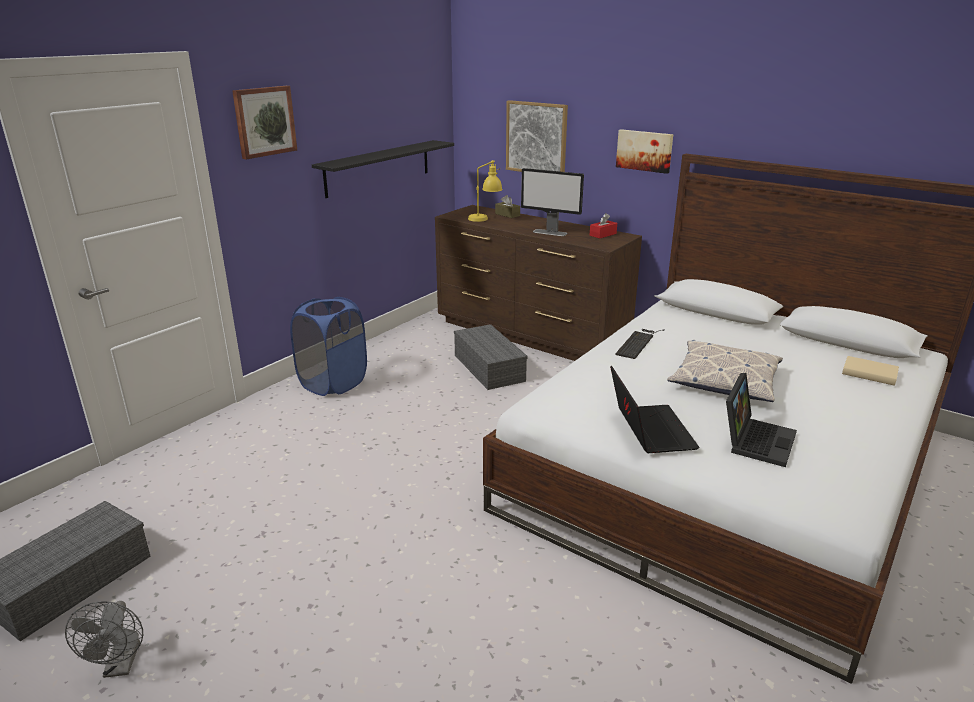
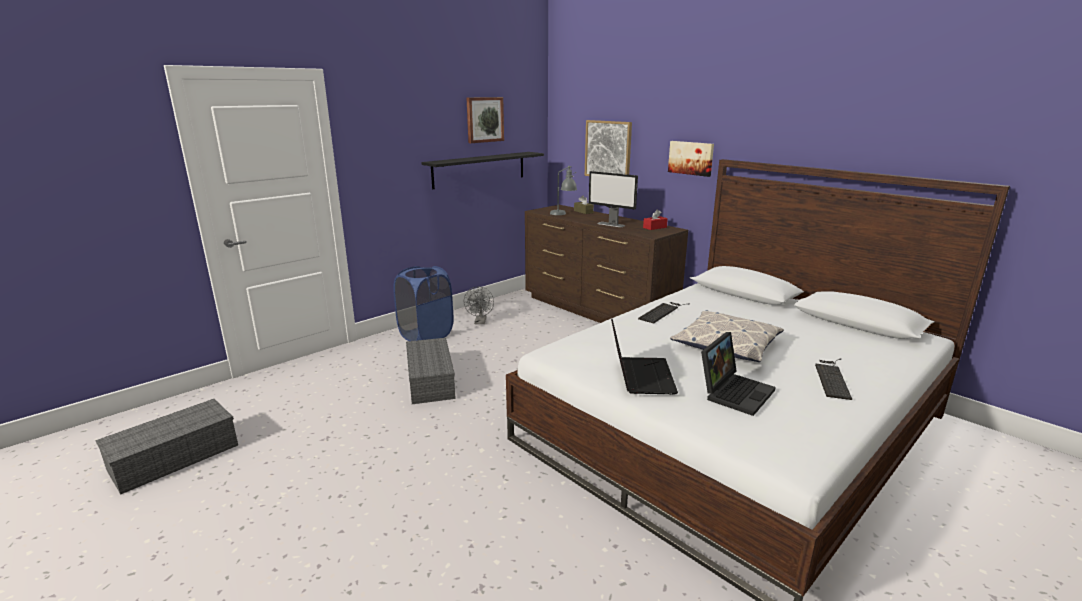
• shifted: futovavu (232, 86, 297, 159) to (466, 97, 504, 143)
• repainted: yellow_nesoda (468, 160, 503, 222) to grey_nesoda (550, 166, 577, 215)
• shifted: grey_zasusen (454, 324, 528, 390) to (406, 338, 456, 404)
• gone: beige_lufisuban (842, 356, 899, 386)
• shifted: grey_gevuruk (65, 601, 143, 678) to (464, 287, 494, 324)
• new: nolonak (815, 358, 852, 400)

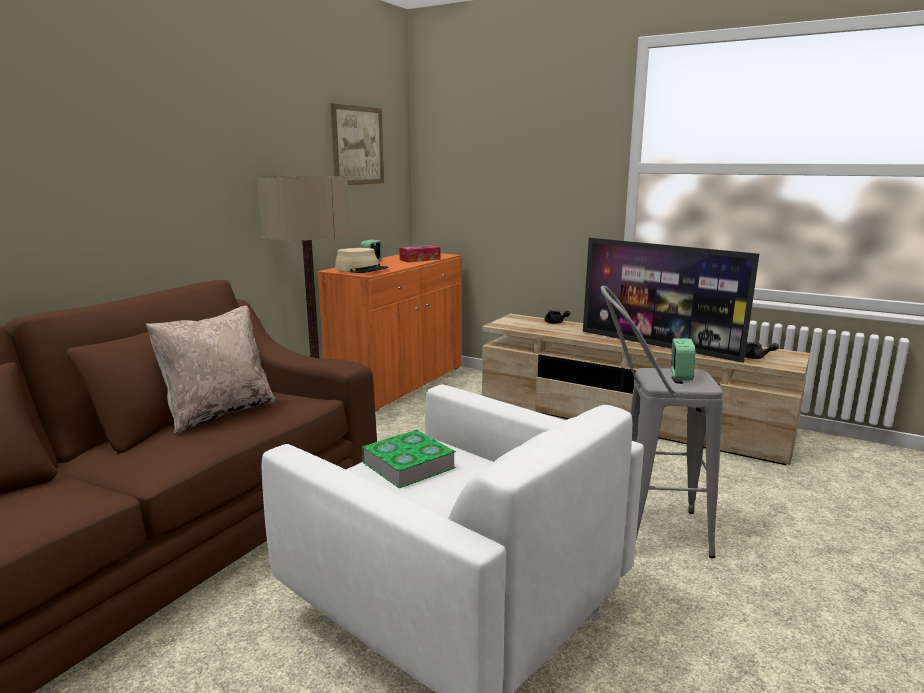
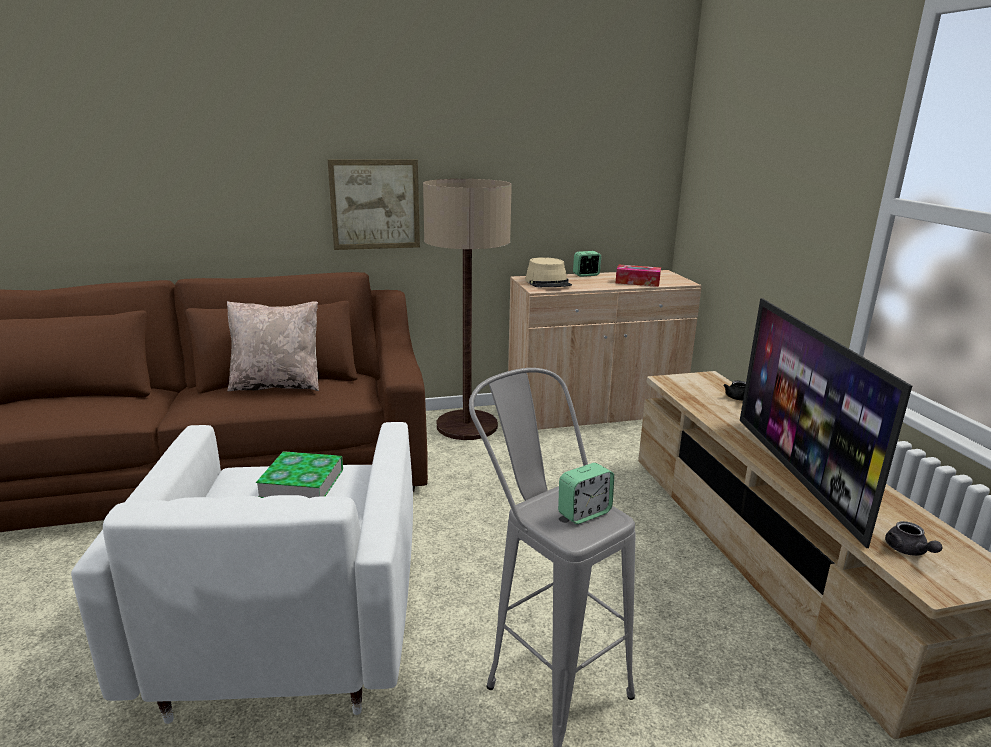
• shifted: futovavu (331, 103, 384, 185) to (328, 159, 420, 250)
• repainted: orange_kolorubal (317, 253, 461, 412) to beige_kolorubal (508, 270, 702, 430)

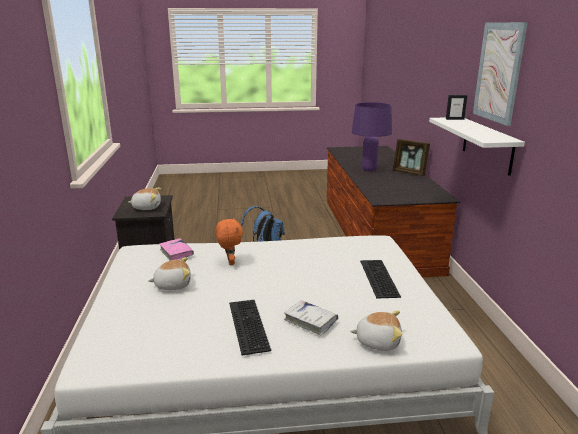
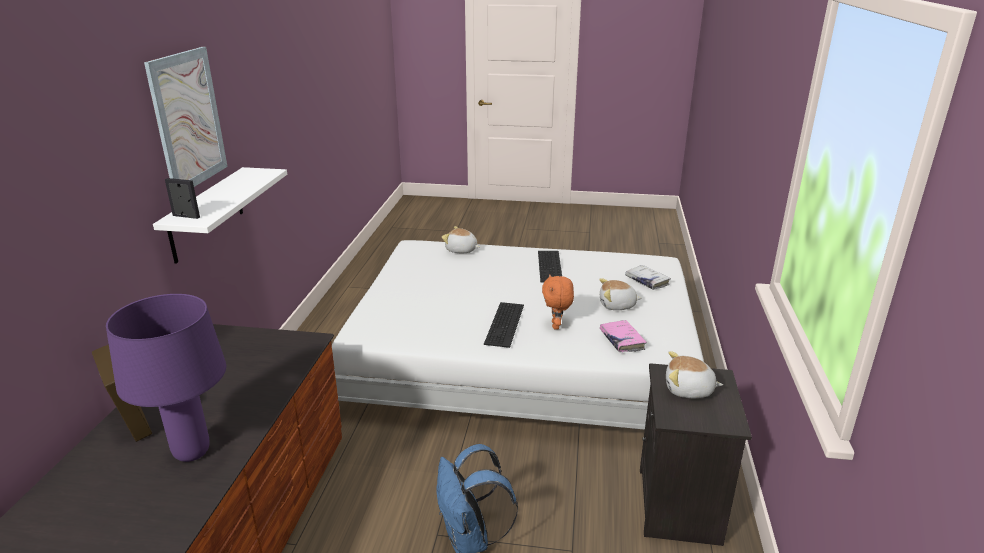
• shifted: nolonak (360, 260, 401, 299) to (484, 302, 524, 348)
• shifted: white_lufisuban (284, 300, 338, 335) to (625, 265, 671, 290)

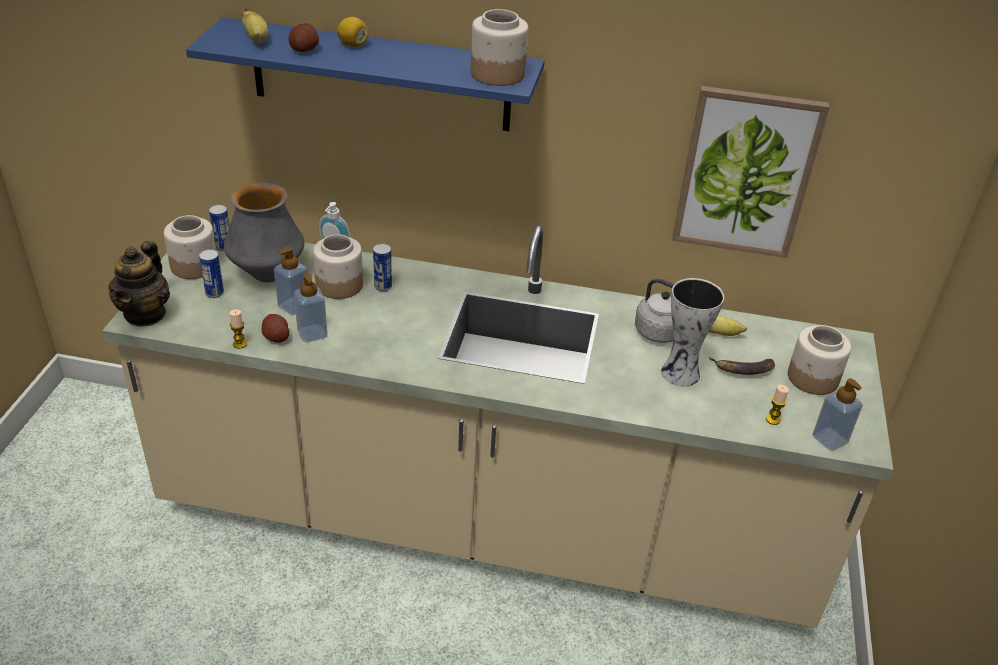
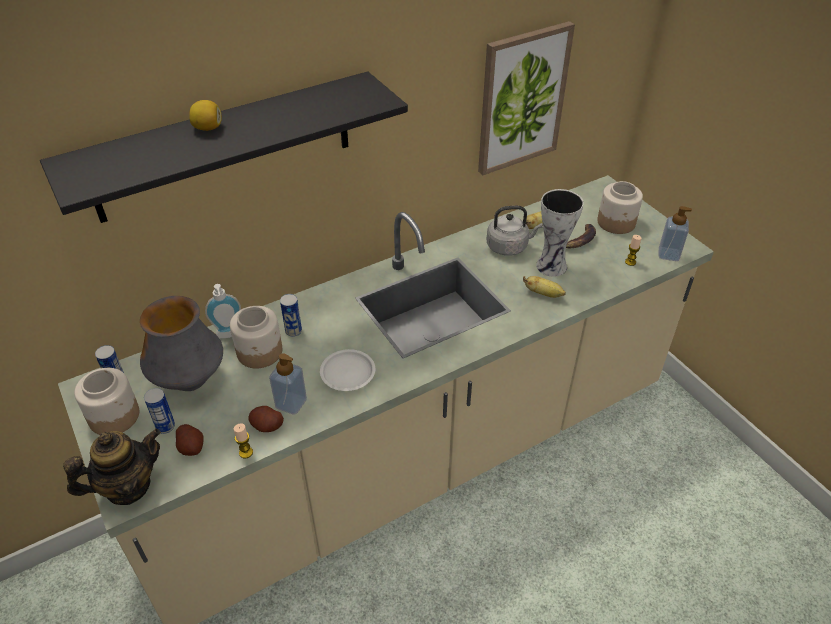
• shifted: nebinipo (242, 7, 269, 44) to (523, 276, 566, 298)
• gone: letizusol (471, 9, 528, 86)
• repainted: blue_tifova (186, 17, 544, 131) to black_tifova (40, 71, 408, 223)
• shifted: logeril (289, 23, 319, 52) to (176, 424, 204, 456)
• rotated: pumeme (108, 241, 170, 327) = (63, 428, 161, 505) 90 degrees counterclockwise
• gone: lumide (274, 247, 308, 315)
• new: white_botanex (320, 349, 375, 391)

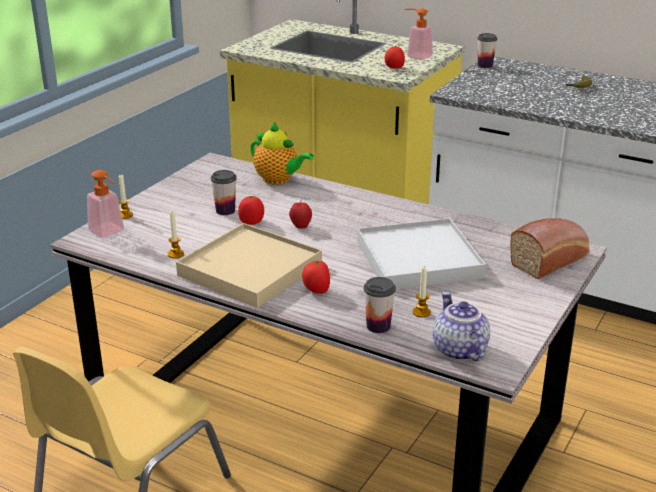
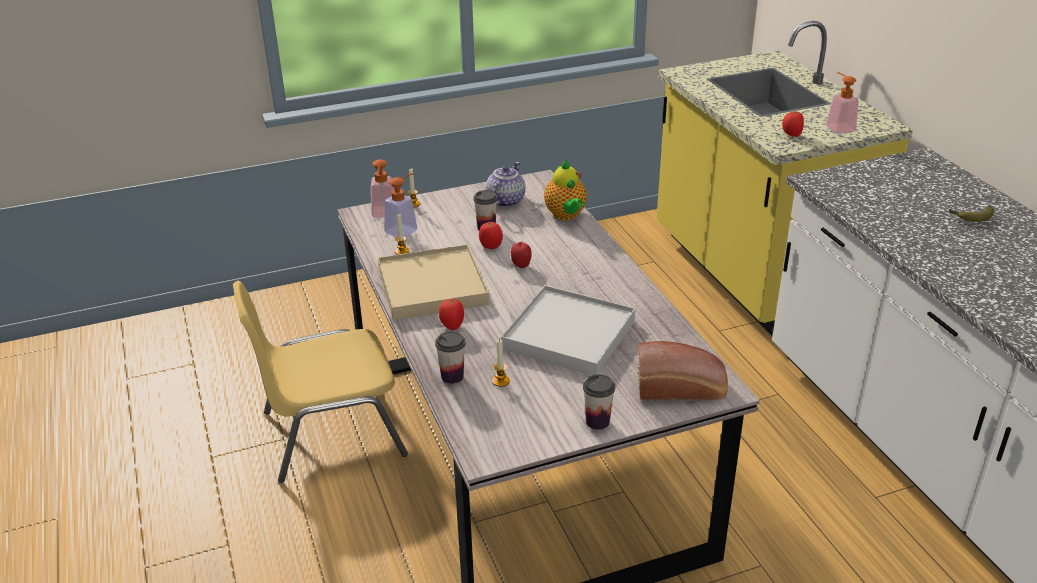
• shifted: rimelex (477, 33, 497, 68) to (583, 374, 615, 430)
• shifted: pumeme (433, 292, 490, 361) to (486, 162, 525, 207)
• new: lumide (384, 173, 418, 237)

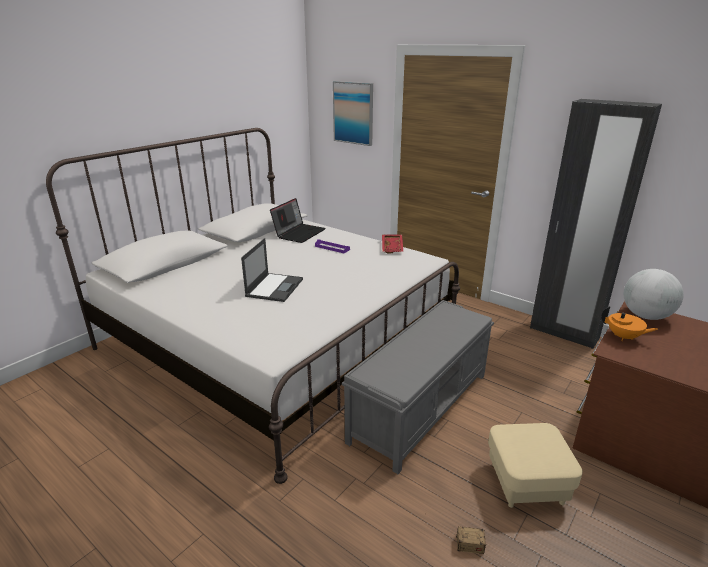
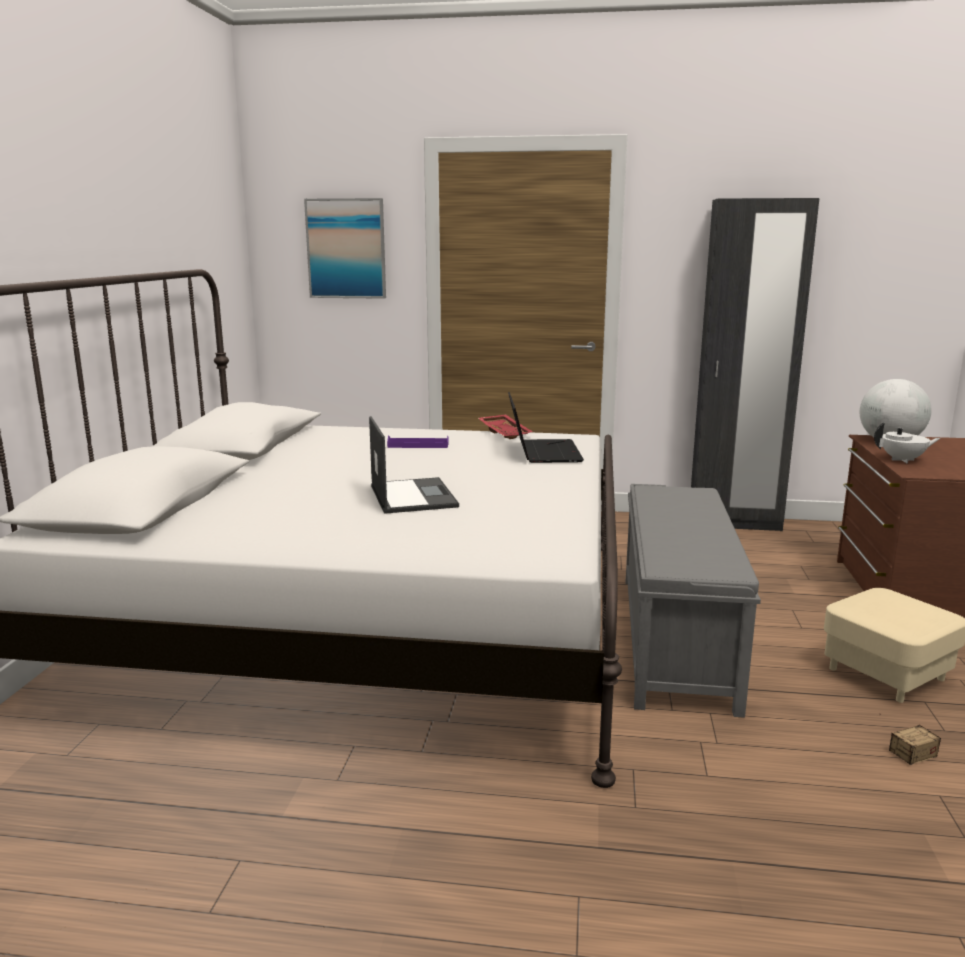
• shifted: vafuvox (270, 198, 326, 243) to (508, 392, 584, 463)
• repainted: orange_pumeme (601, 306, 658, 341) to white_pumeme (874, 422, 941, 463)

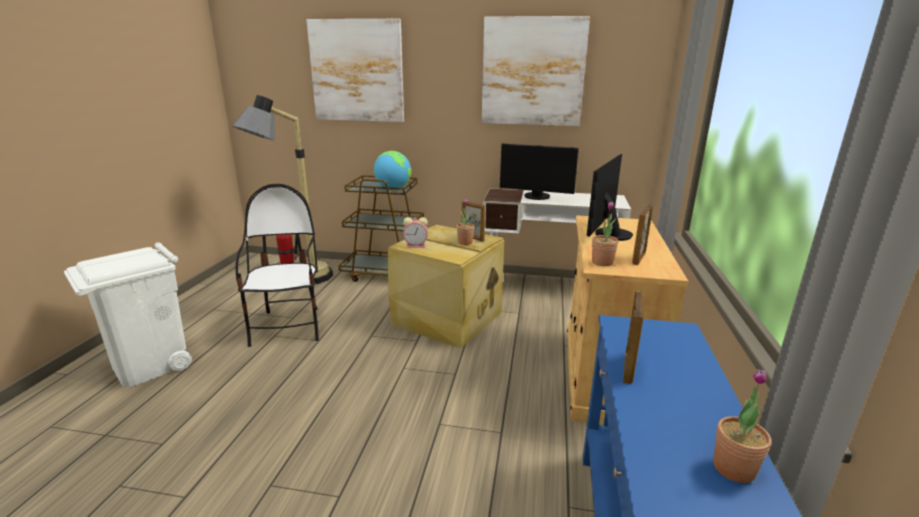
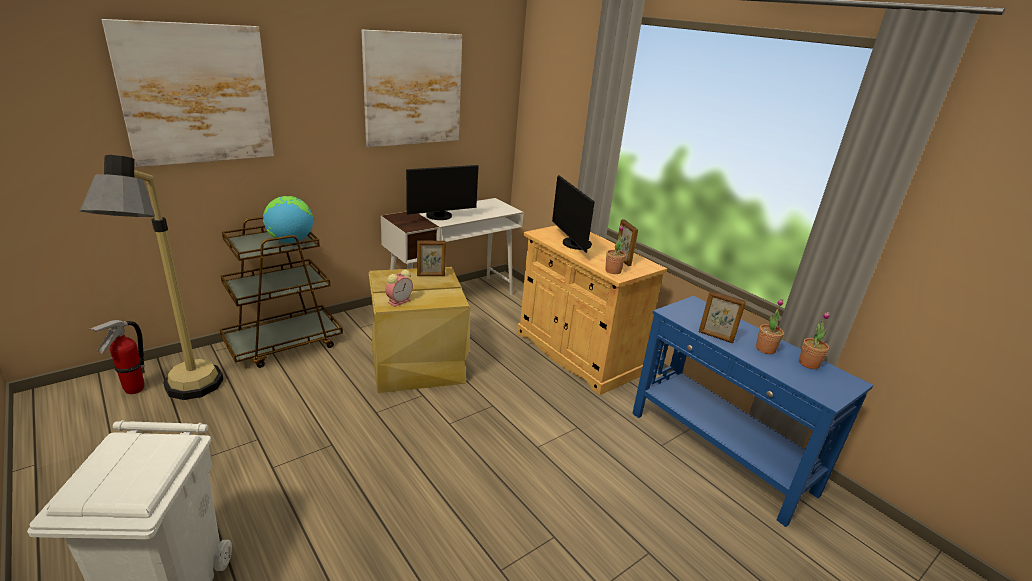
• gone: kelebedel (236, 184, 319, 347)
• shifted: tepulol (457, 199, 474, 245) to (756, 299, 784, 354)
• rotated: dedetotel (623, 291, 644, 384) = (699, 290, 746, 343) 150 degrees clockwise

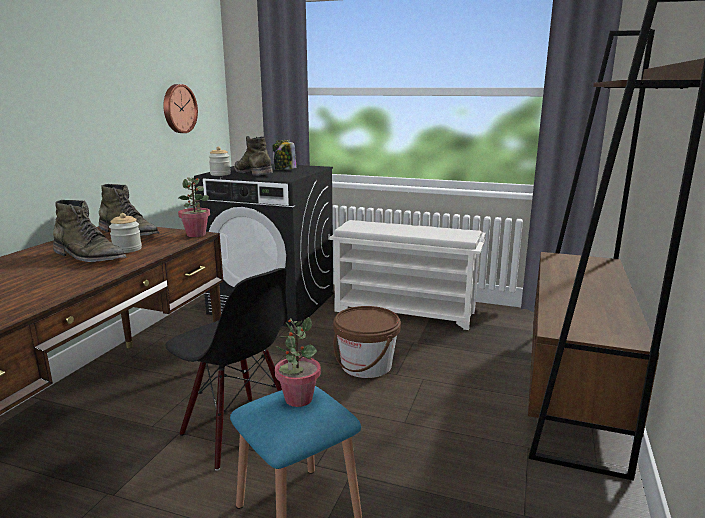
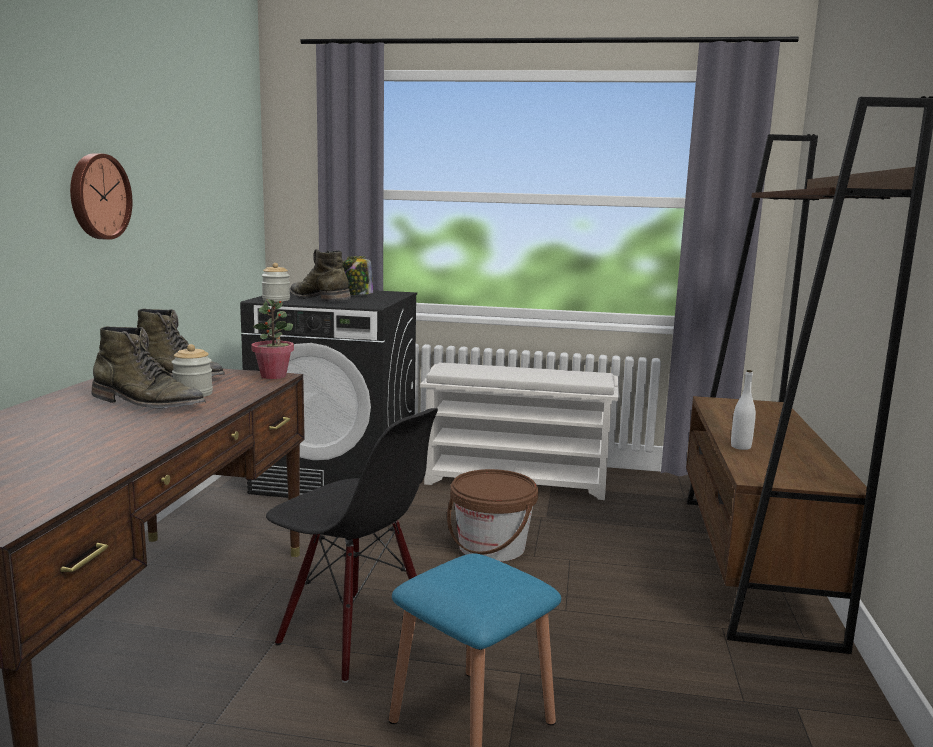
• shifted: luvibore (164, 84, 198, 133) to (70, 153, 132, 240)
• gone: tepulol (275, 317, 321, 407)
• new: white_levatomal (731, 370, 756, 450)

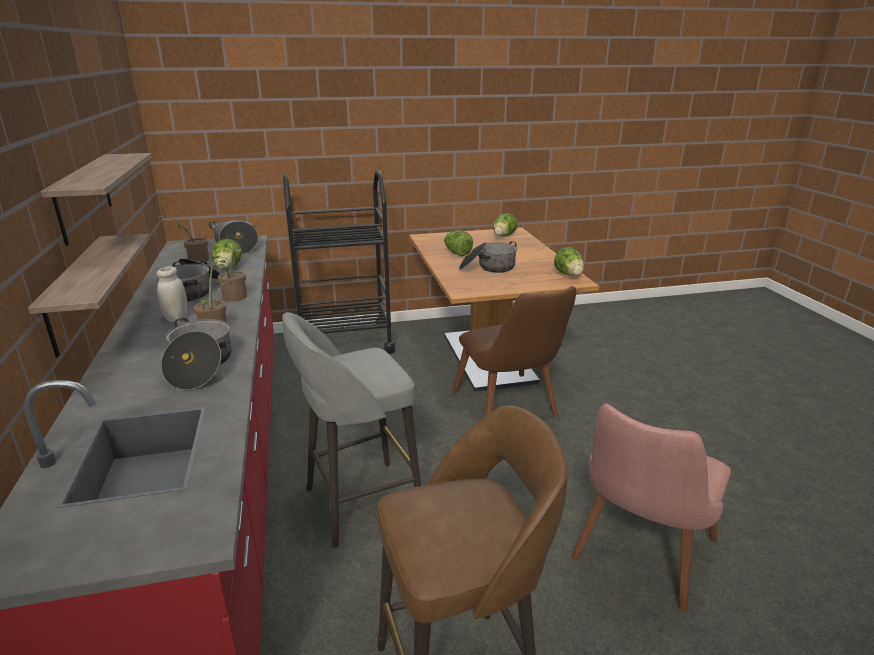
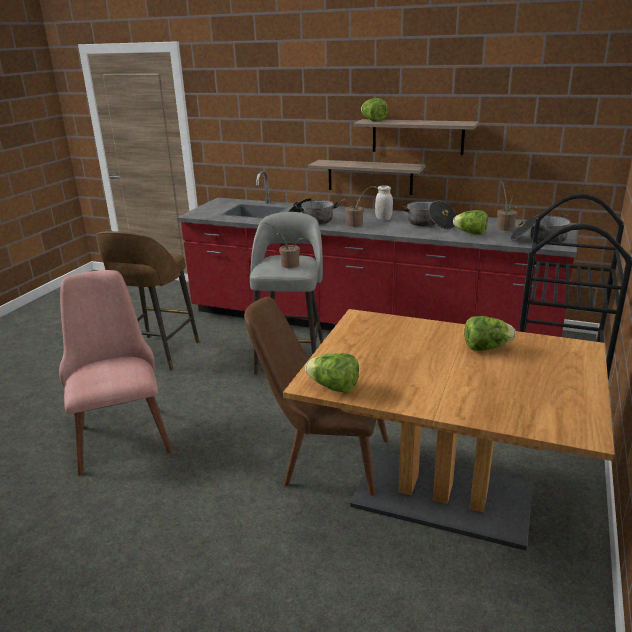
• shifted: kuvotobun (493, 213, 518, 236) to (361, 98, 388, 122)
• gone: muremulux (459, 241, 517, 273)
• shifted: tepulol (218, 248, 247, 302) to (260, 222, 303, 268)

